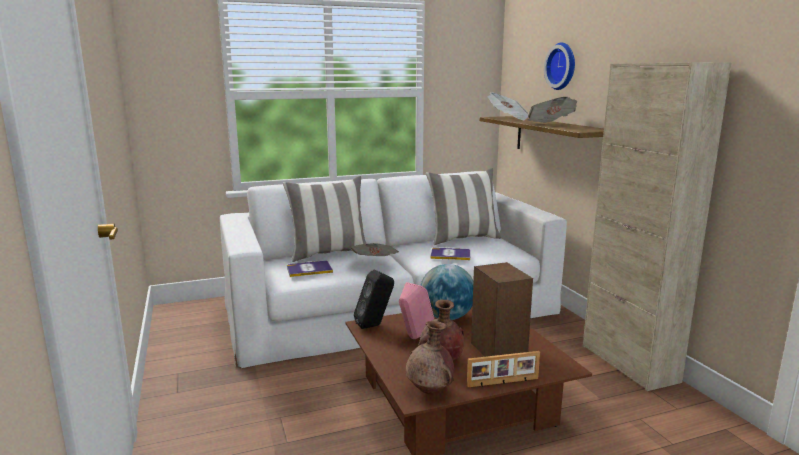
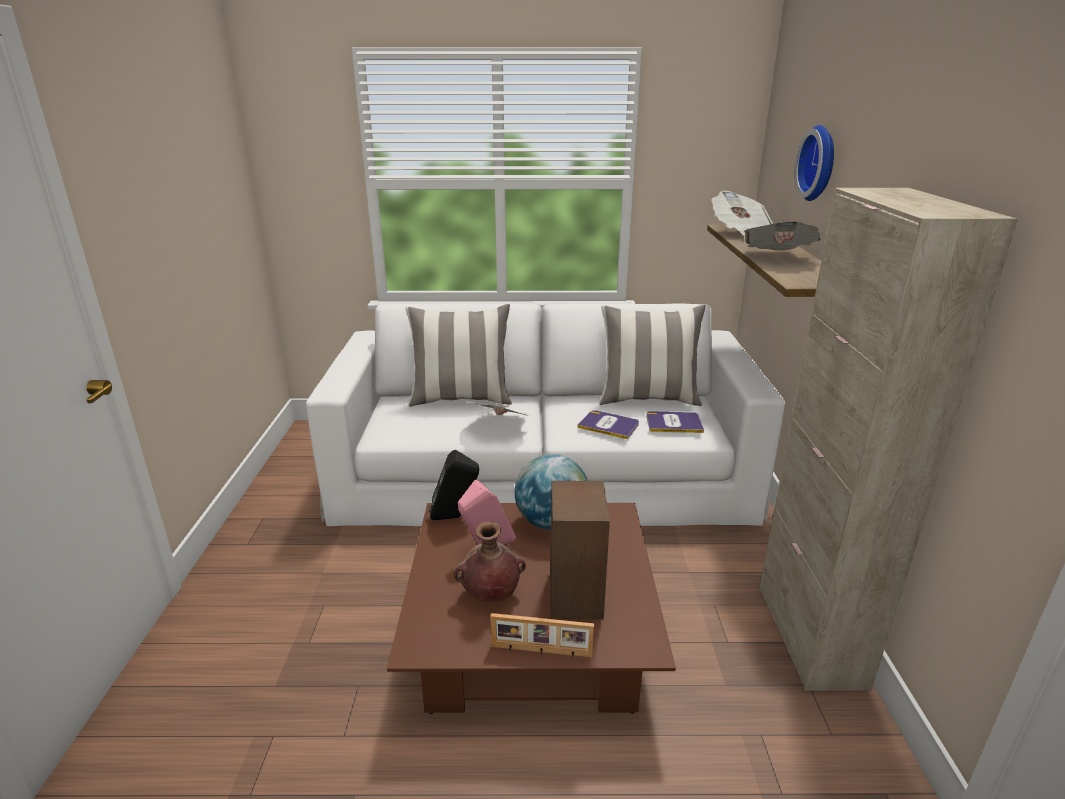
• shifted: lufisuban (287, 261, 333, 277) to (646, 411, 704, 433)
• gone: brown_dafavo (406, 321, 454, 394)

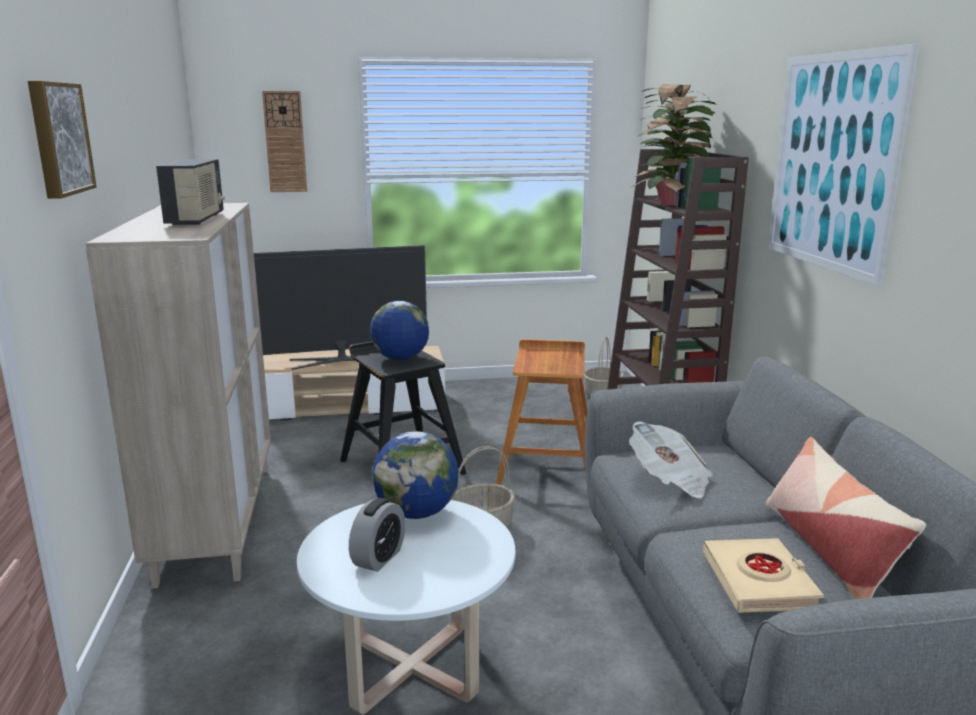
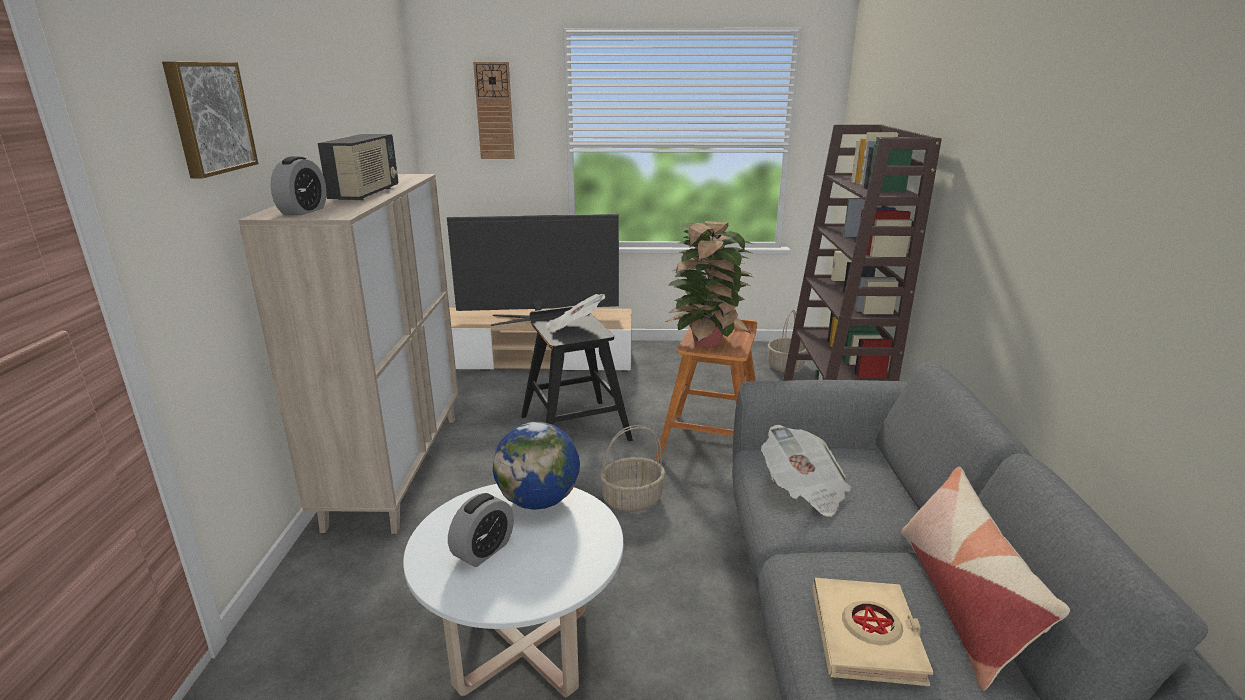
• gone: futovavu (768, 43, 920, 286)
• shifted: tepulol (630, 84, 715, 205) to (665, 221, 755, 347)
• swapped: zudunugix (370, 301, 429, 360) to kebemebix (546, 294, 605, 333)
• new: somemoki (270, 156, 327, 215)

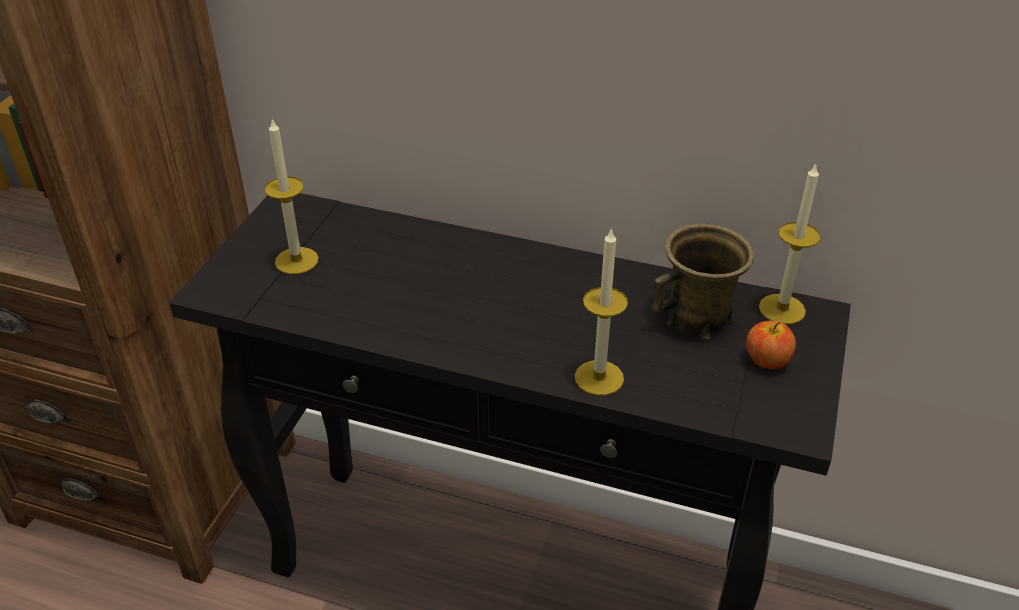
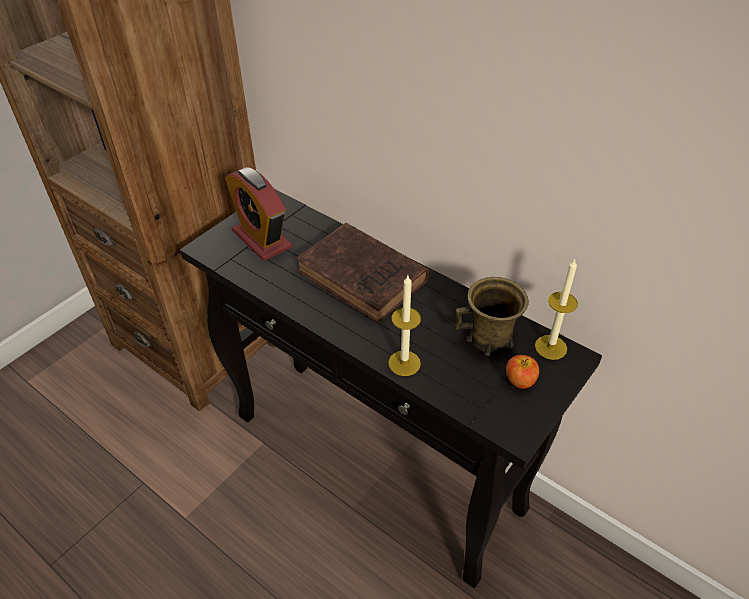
• swapped: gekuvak (264, 118, 319, 274) to somemoki (225, 167, 292, 261)
• new: brown_lufisuban (296, 223, 429, 323)

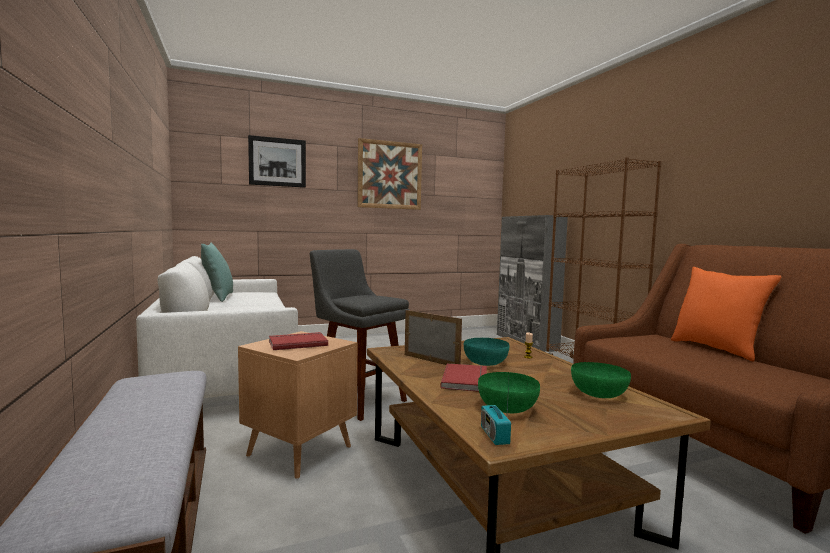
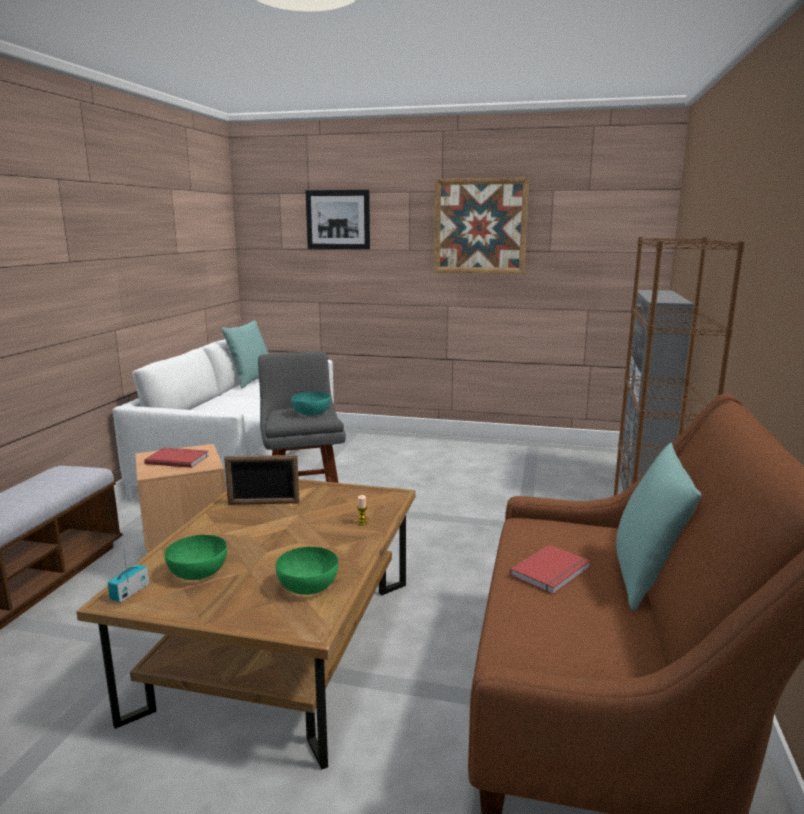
• repainted: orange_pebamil (671, 267, 782, 361) to turquoise_pebamil (616, 443, 701, 611)
• rotated: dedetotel (405, 310, 462, 365) = (224, 455, 300, 505) 105 degrees clockwise
• shifted: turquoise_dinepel (464, 338, 509, 366) to (291, 392, 330, 416)
• shifted: red_lufisuban (440, 363, 487, 392) to (510, 545, 591, 594)

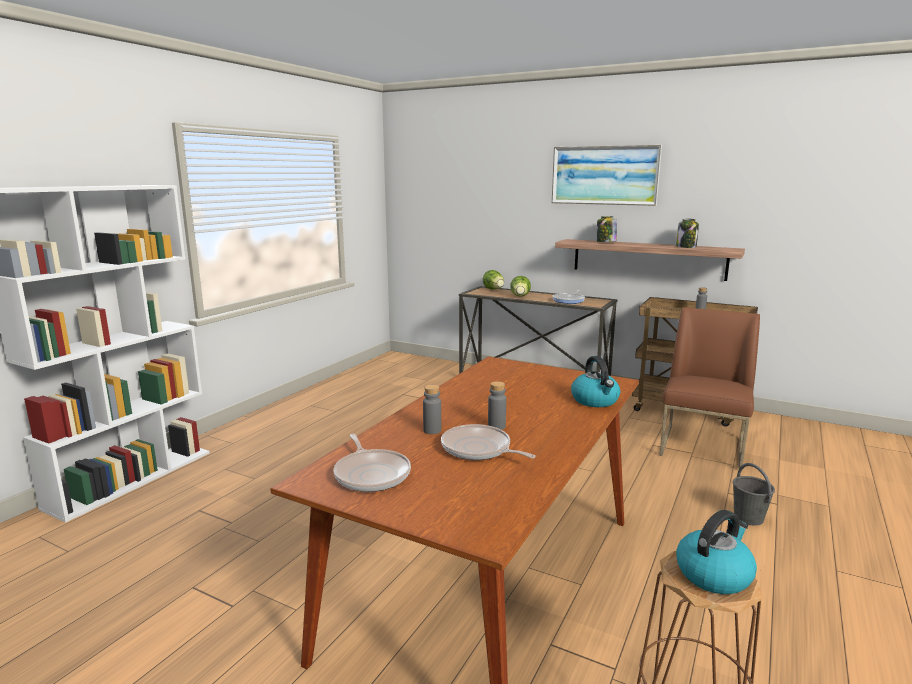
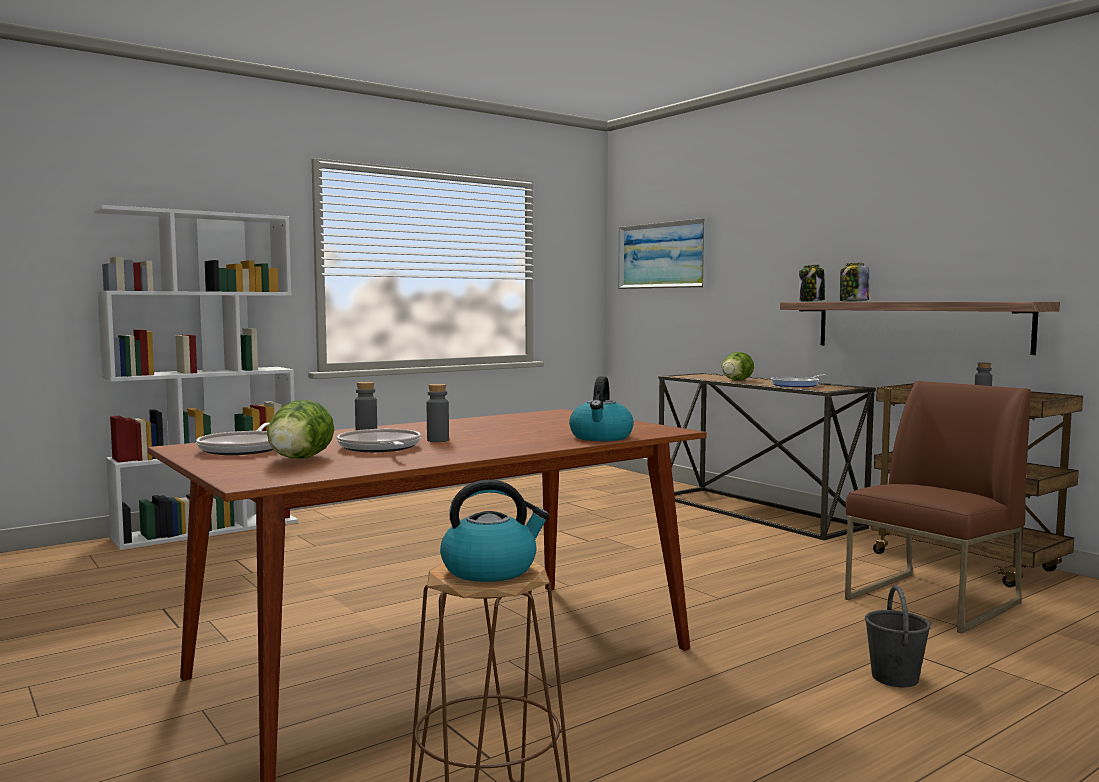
• shifted: futovavu (552, 145, 662, 206) to (618, 218, 708, 289)
• shifted: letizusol (676, 219, 699, 248) to (799, 265, 825, 302)
• shifted: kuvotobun (483, 270, 504, 290) to (267, 400, 334, 459)

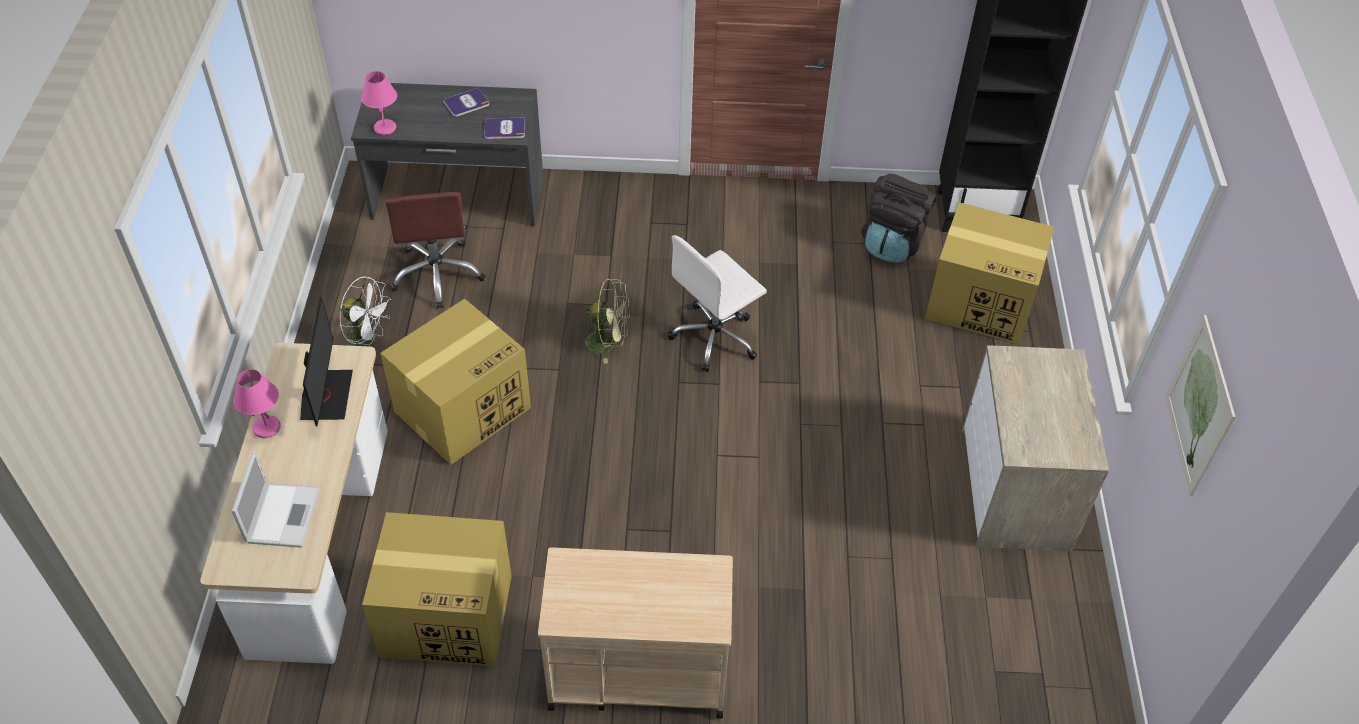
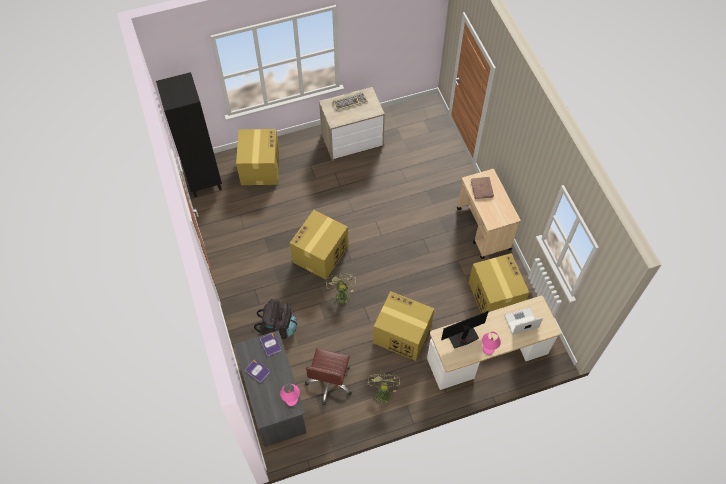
• shifted: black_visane (861, 174, 937, 263) to (254, 299, 297, 340)
• rotated: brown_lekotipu (386, 192, 486, 309) = (305, 348, 351, 405) 135 degrees clockwise
• swapped: white_lekotipu (667, 235, 767, 372) to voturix (290, 210, 349, 280)
• repainted: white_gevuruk (339, 276, 391, 347) to green_gevuruk (367, 374, 401, 407)
• gone: futovavu (1165, 315, 1235, 496)
• new: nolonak (333, 91, 367, 111)
• new: brown_lufisuban (471, 177, 494, 199)

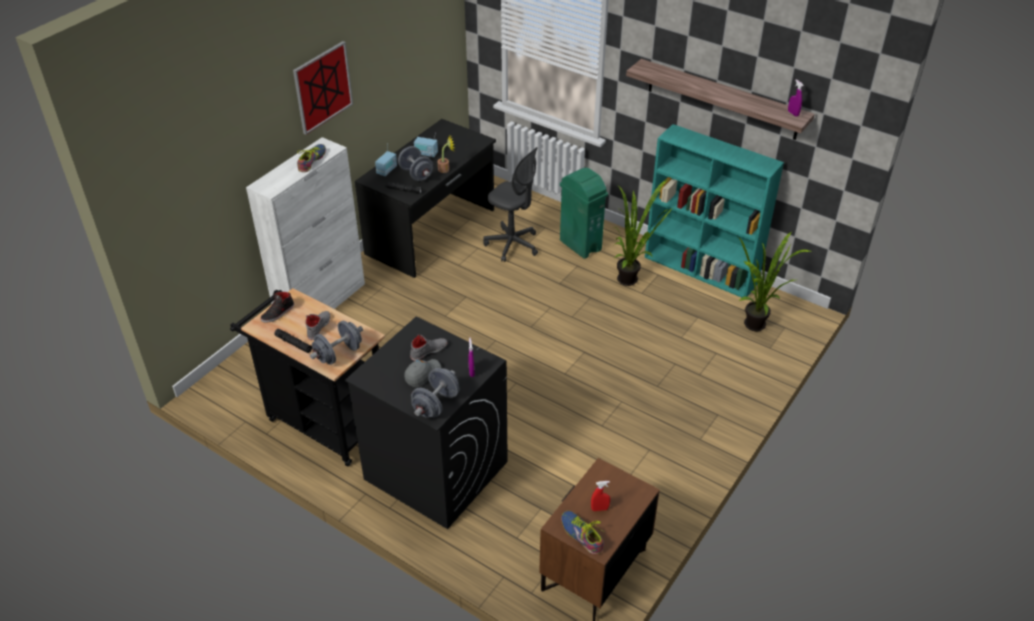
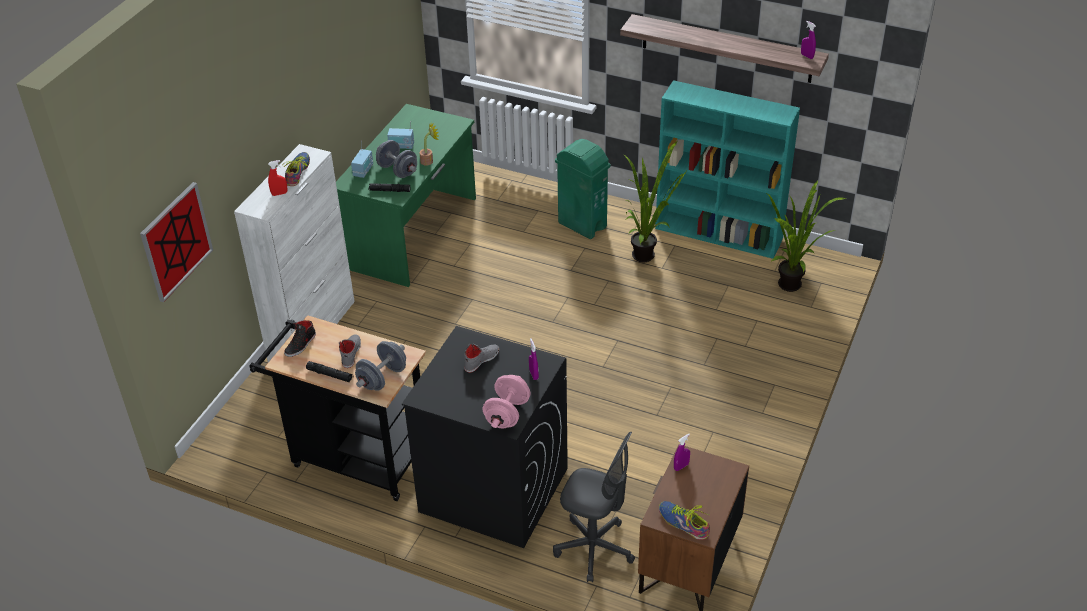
• shifted: futovavu (293, 41, 353, 135) to (140, 182, 213, 302)
• repainted: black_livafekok (355, 119, 496, 278) to green_livafekok (336, 104, 476, 287)
• shifted: grey_lekotipu (483, 147, 538, 262) to (553, 432, 635, 582)
• gone: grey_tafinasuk (404, 359, 441, 387)
• repainted: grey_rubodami (411, 368, 459, 418) to pink_rubodami (483, 375, 530, 428)
• shifted: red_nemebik (591, 481, 610, 511) to (268, 160, 288, 196)
• new: purple_nemebik (674, 434, 690, 471)

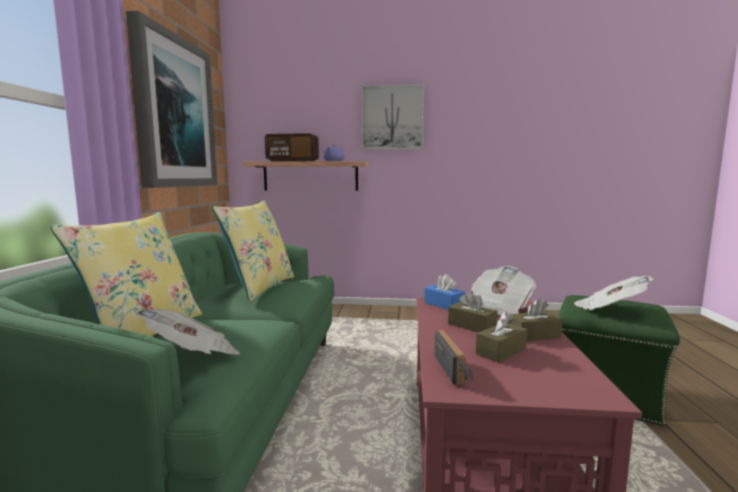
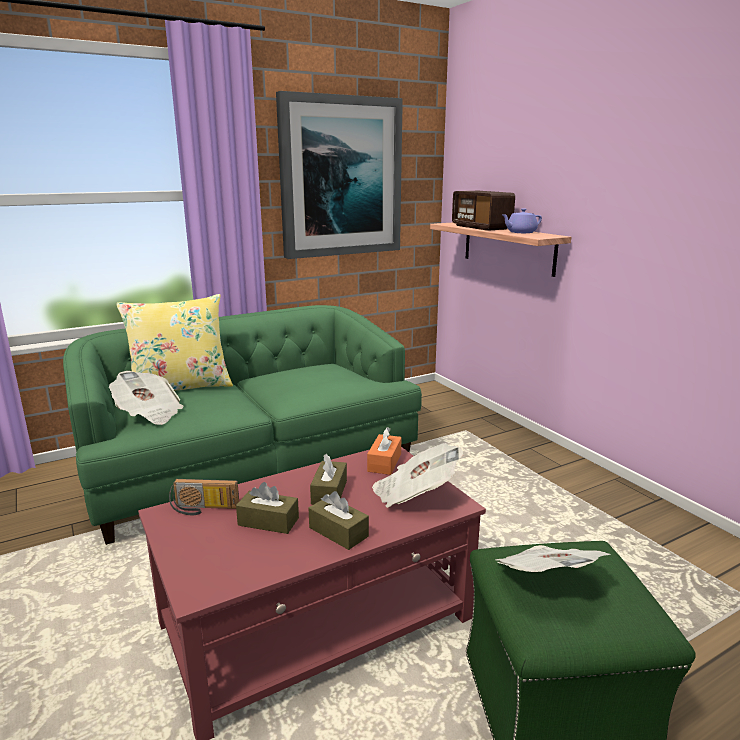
• gone: futovavu (361, 84, 424, 150)
• gone: yellow_pebamil (212, 200, 294, 302)
• repainted: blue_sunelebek (424, 274, 465, 310) to orange_sunelebek (367, 427, 401, 475)
• rotated: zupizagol (434, 330, 474, 386) = (169, 479, 239, 515) 45 degrees clockwise

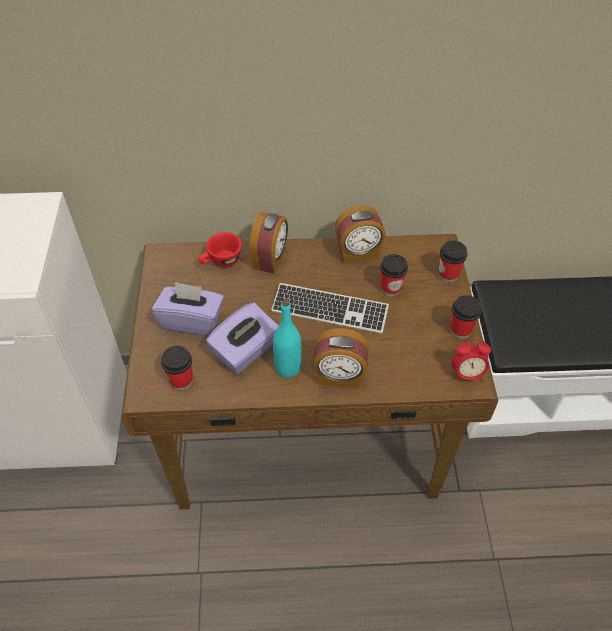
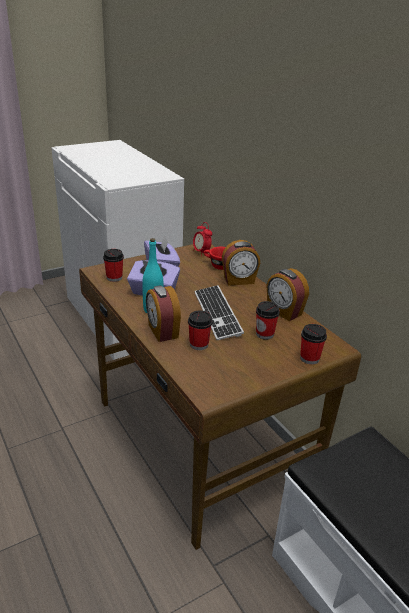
• shifted: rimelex (450, 295, 482, 339) to (188, 311, 213, 350)
• shifted: somemoki (451, 338, 491, 382) to (193, 222, 212, 256)

